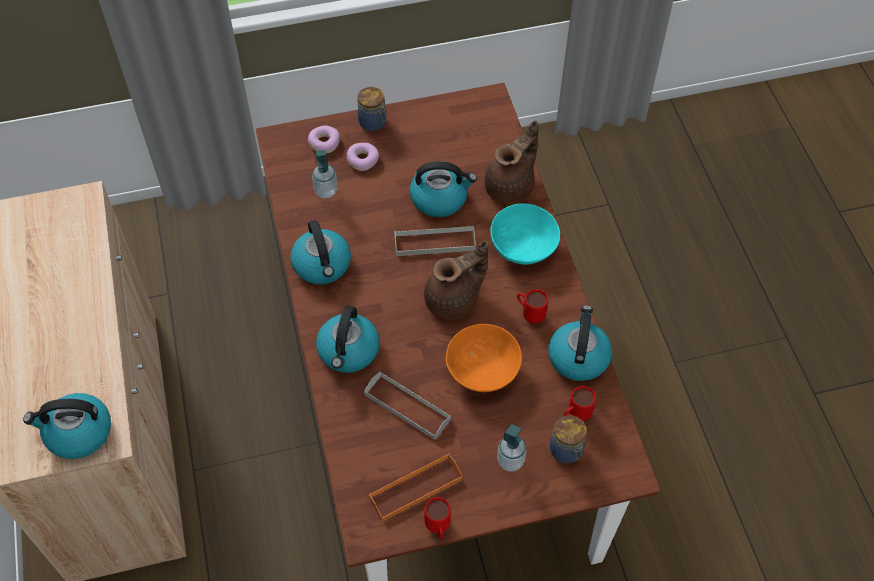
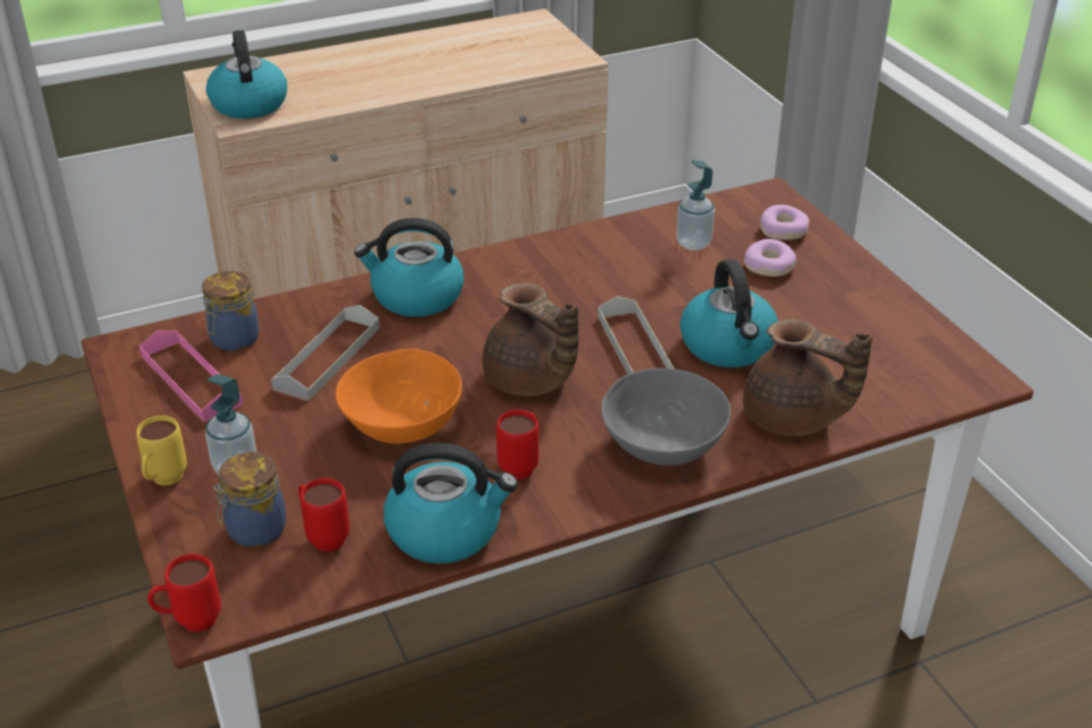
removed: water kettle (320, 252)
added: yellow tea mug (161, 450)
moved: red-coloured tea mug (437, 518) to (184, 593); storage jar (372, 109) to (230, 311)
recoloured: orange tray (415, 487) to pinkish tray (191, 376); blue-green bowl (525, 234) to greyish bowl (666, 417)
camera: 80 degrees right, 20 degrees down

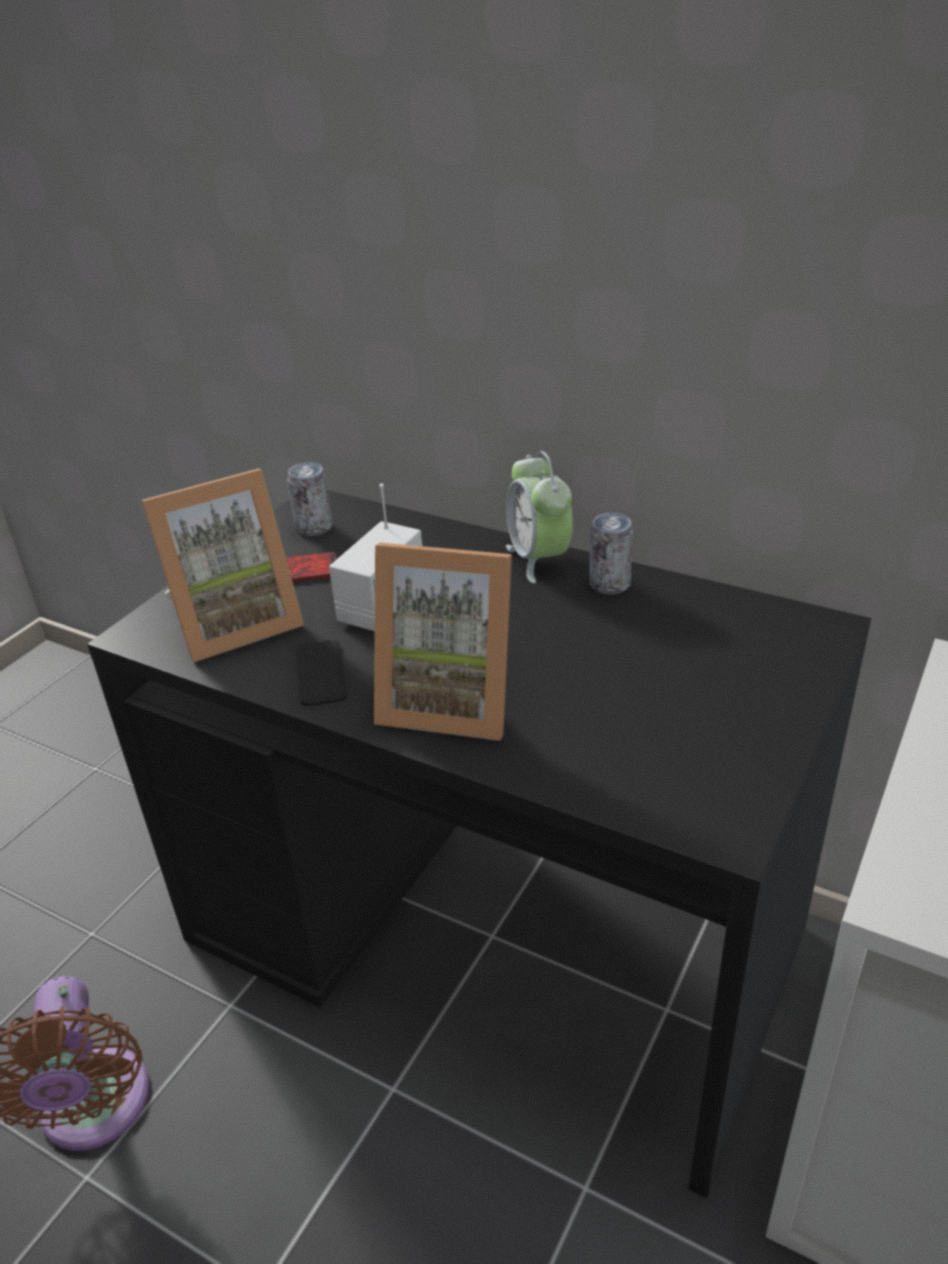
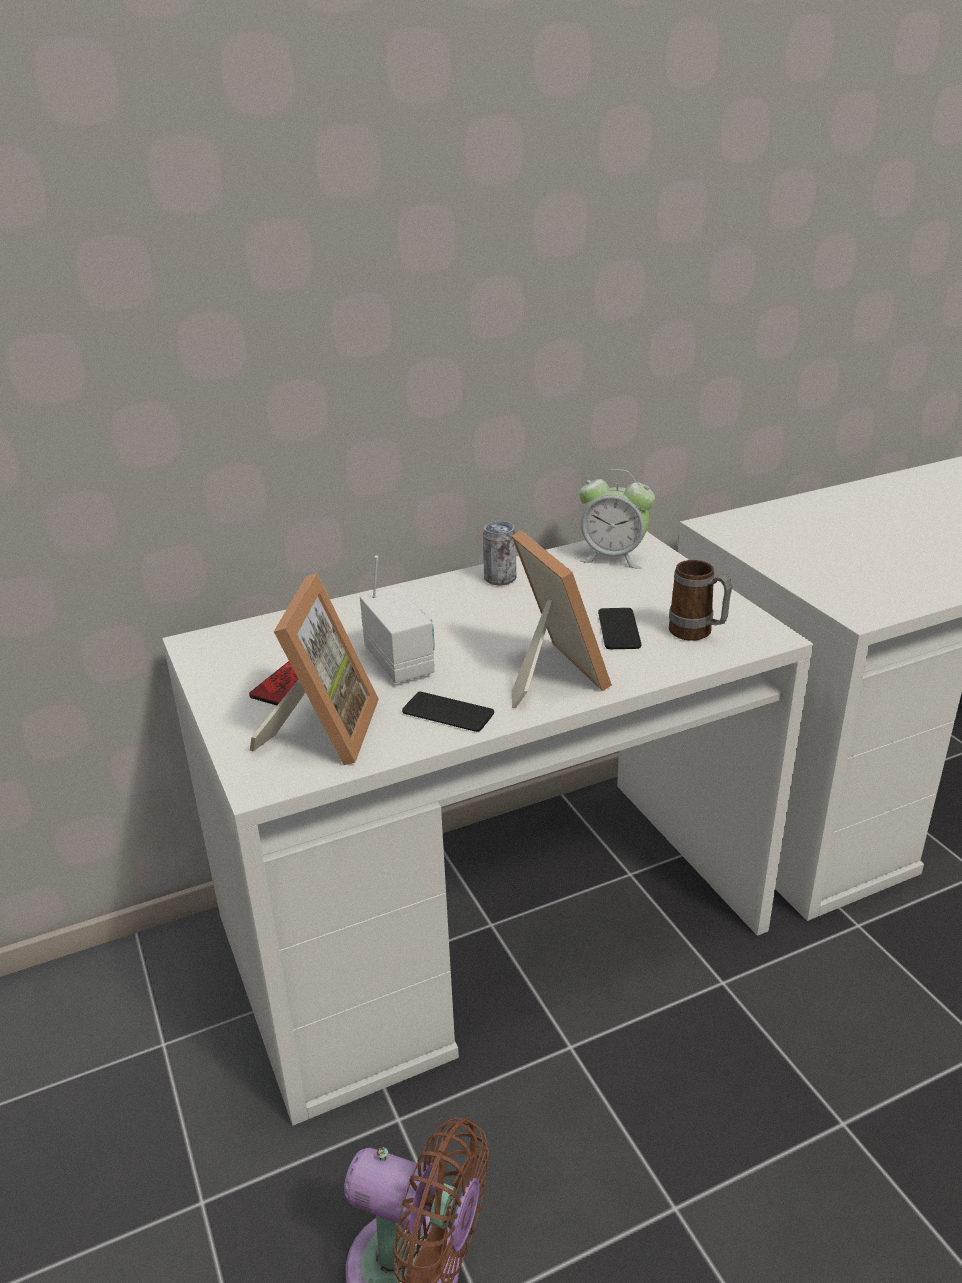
removed: metal can (309, 499)
added: telephone (619, 628); tea mug (700, 600)
moved: table clock (539, 517) to (617, 519)
recoloured: black-coloured desk (479, 844) to white desk (487, 828)
turned: standing frame (443, 642) = (562, 619) 75 degrees counterclockwise
camera: 55 degrees left, 5 degrees down

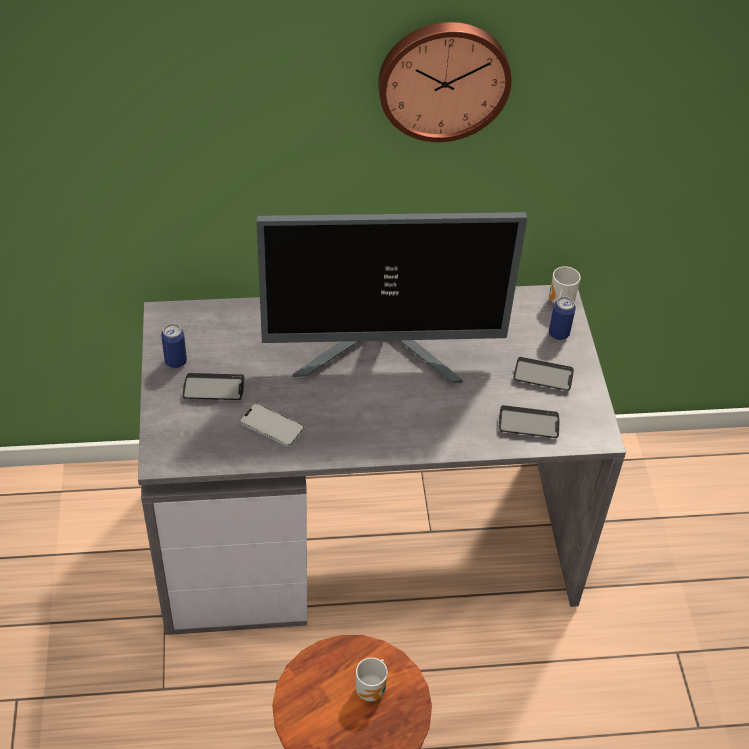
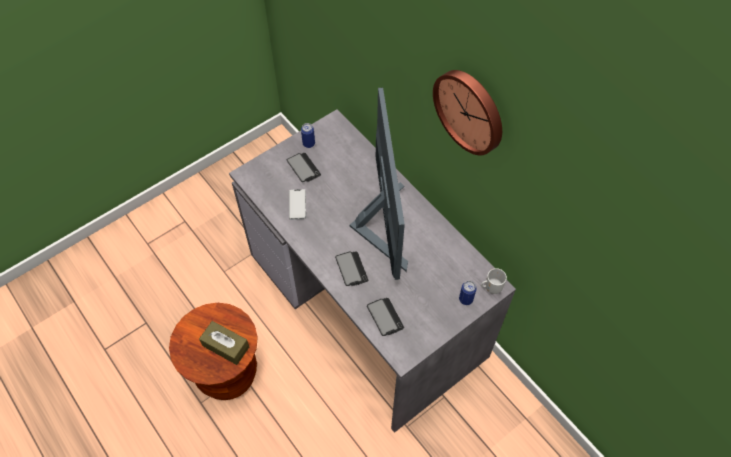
moved: telephone (544, 374) to (351, 268)
replaced: tea mug (372, 679) to brown tissue holder (224, 343)
turned: monitor (391, 297) = (378, 184) 150 degrees counterclockwise
camera: 60 degrees right, 10 degrees up

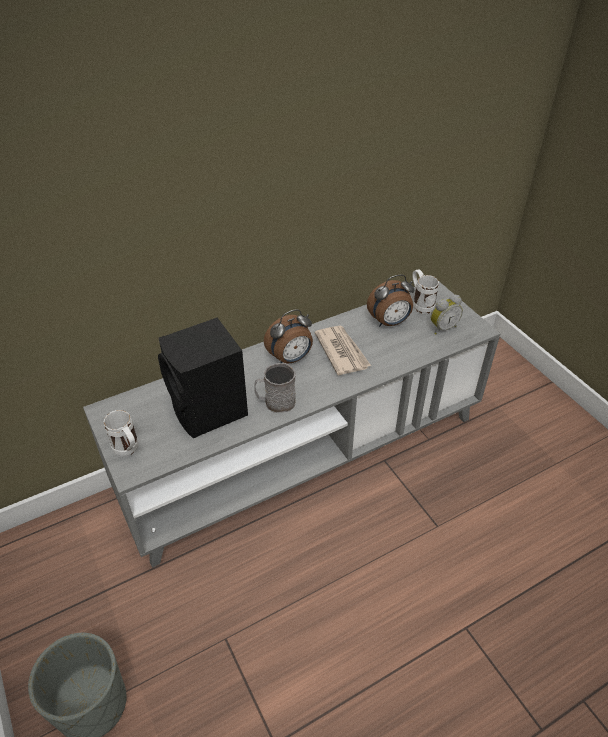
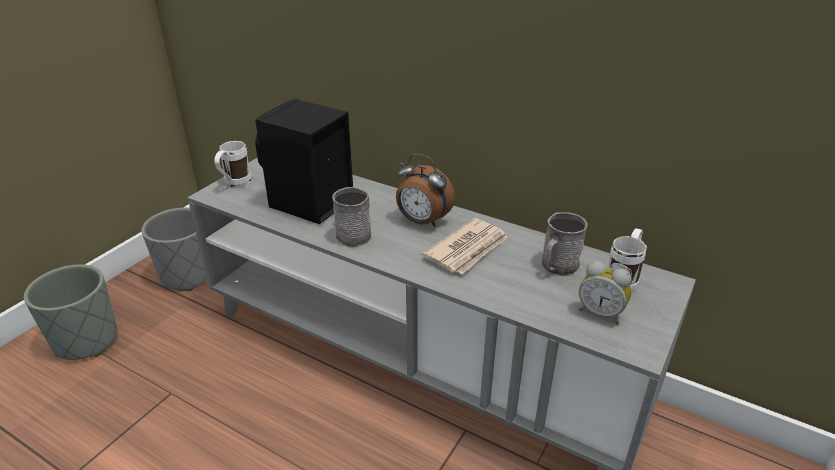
added: greyish flower pot (174, 249)
replaced: table clock (390, 300) to greyish tea mug (565, 244)
camera: 60 degrees right, 10 degrees down

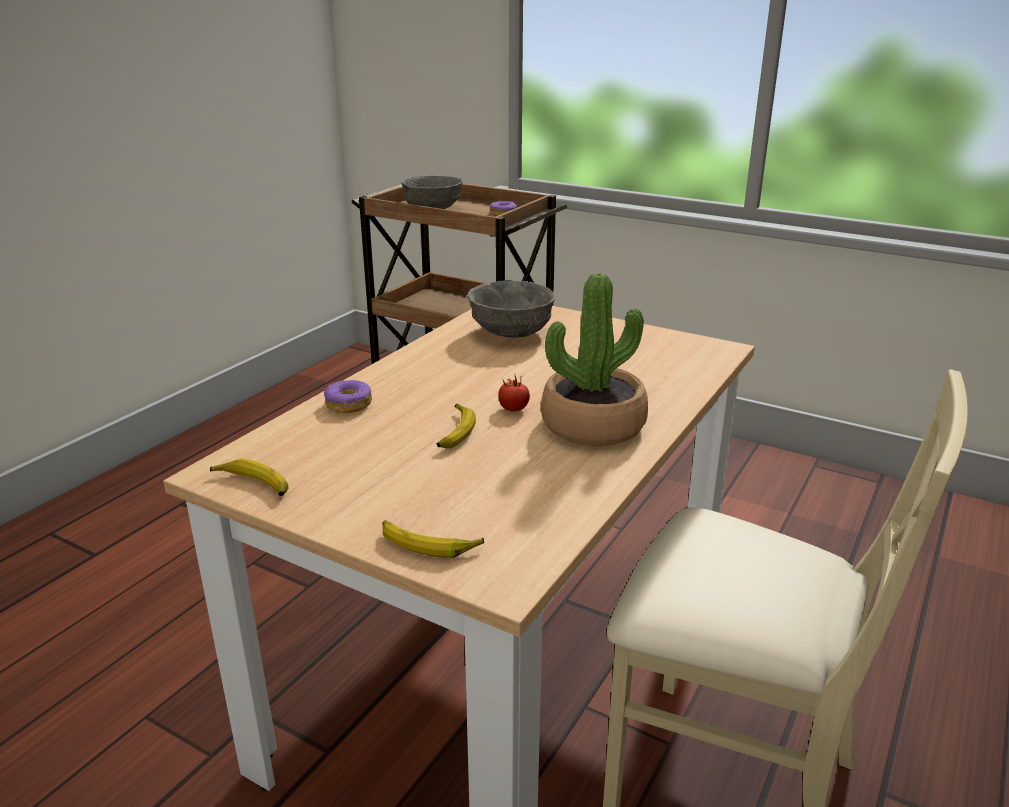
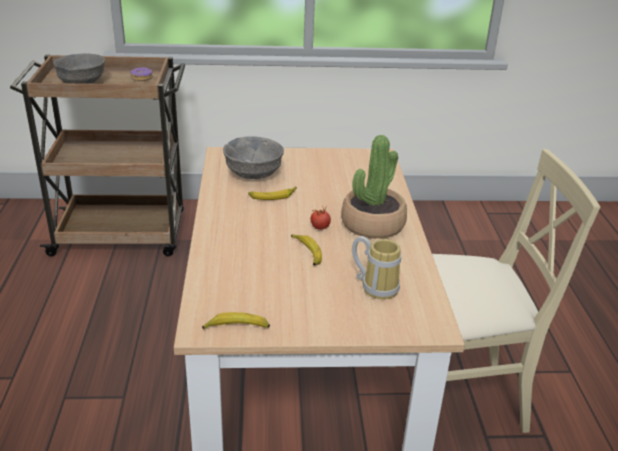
removed: donut (348, 396)
added: tea mug (376, 267)
moved: banana (433, 539) to (272, 193)
camera: 35 degrees left, 5 degrees up

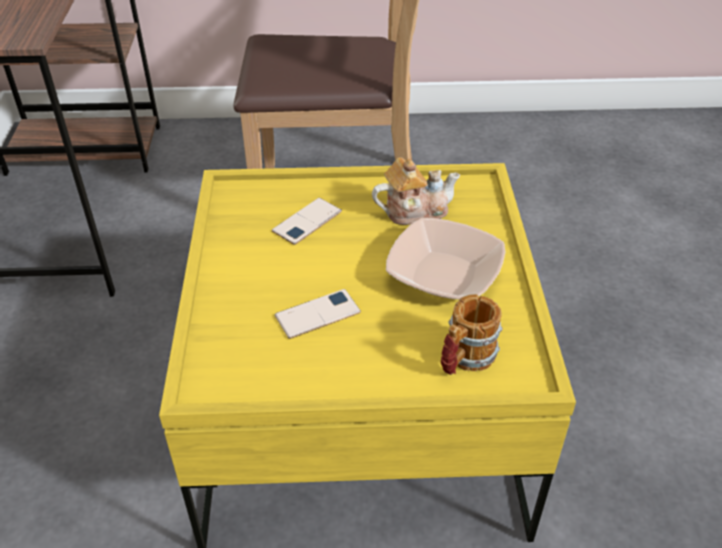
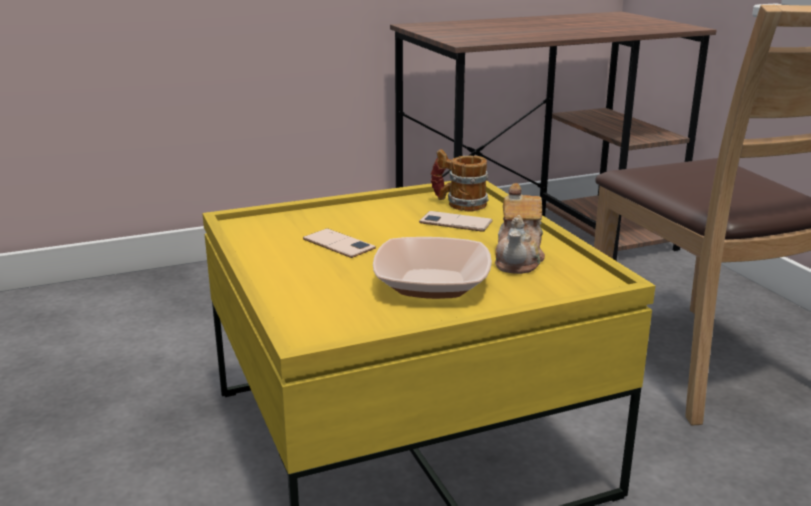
moved: tea mug (472, 334) to (460, 180)
turned: tea pot (416, 191) = (520, 228) 45 degrees clockwise
camera: 70 degrees right, 20 degrees down

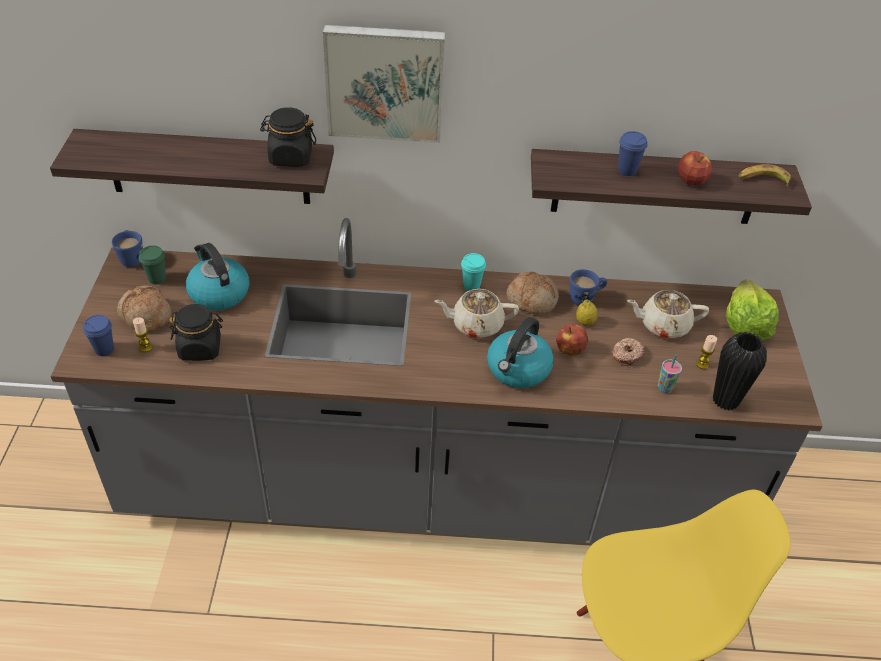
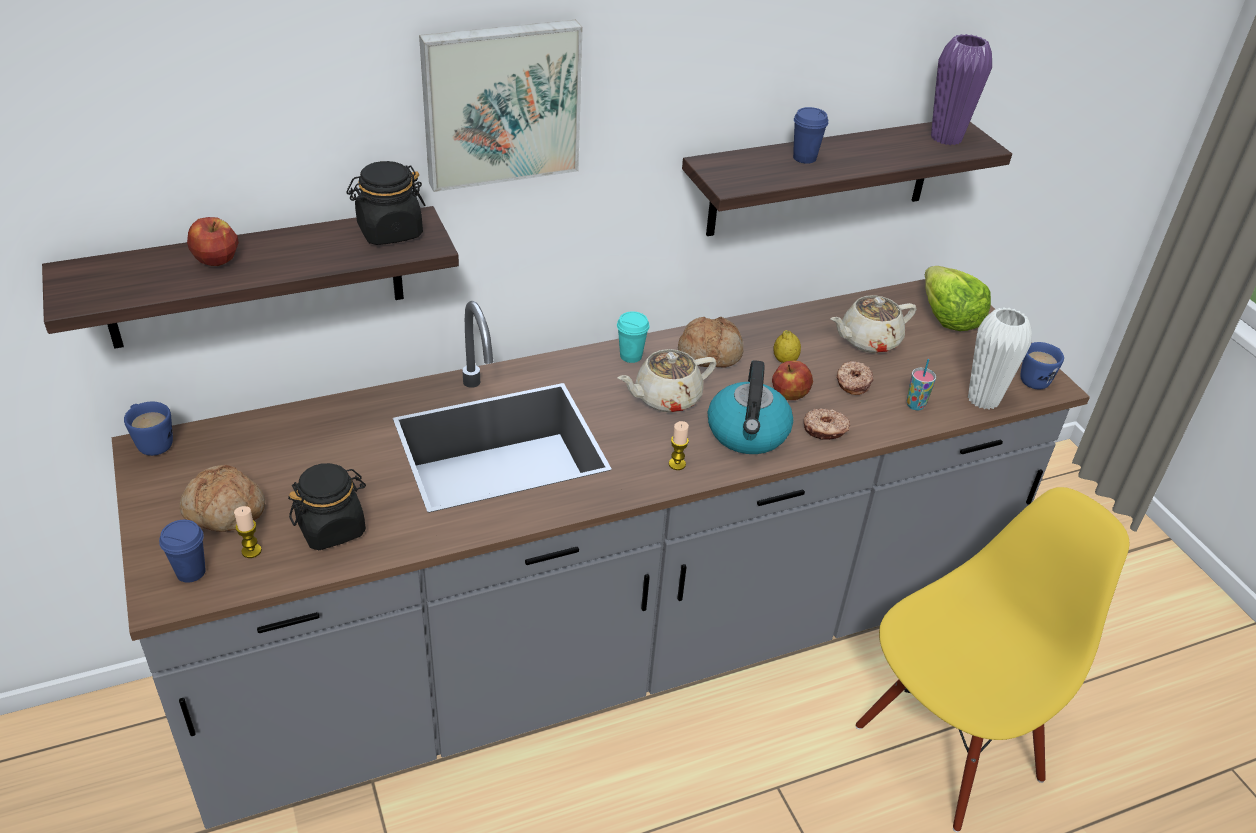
removed: green drinking cup (152, 265); water kettle (217, 277)
added: donut (827, 424)
moved: apple fruit (695, 168) to (213, 241); candle (706, 352) to (679, 445); blue-coloured tea mug (588, 287) to (1042, 365)
replaced: banana (765, 175) to purple vase (961, 89)
recoloured: black-coloured vase (740, 371) to white vase (1000, 358)
camera: 25 degrees left, 5 degrees down

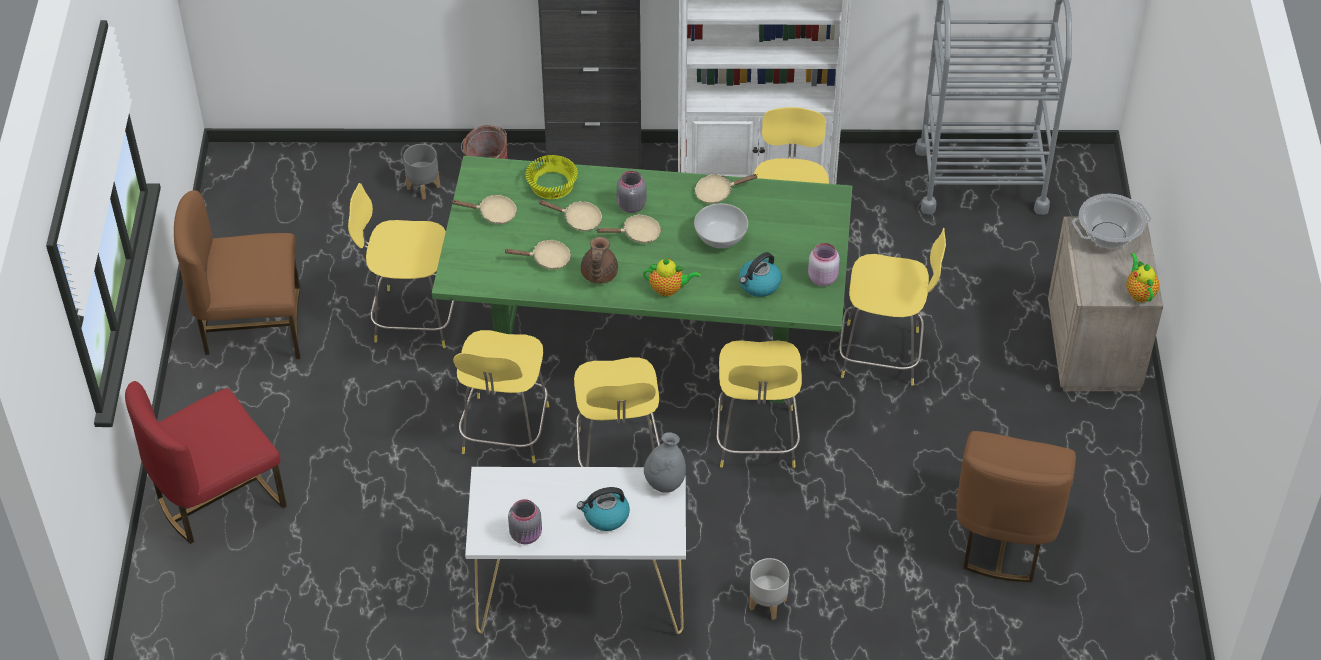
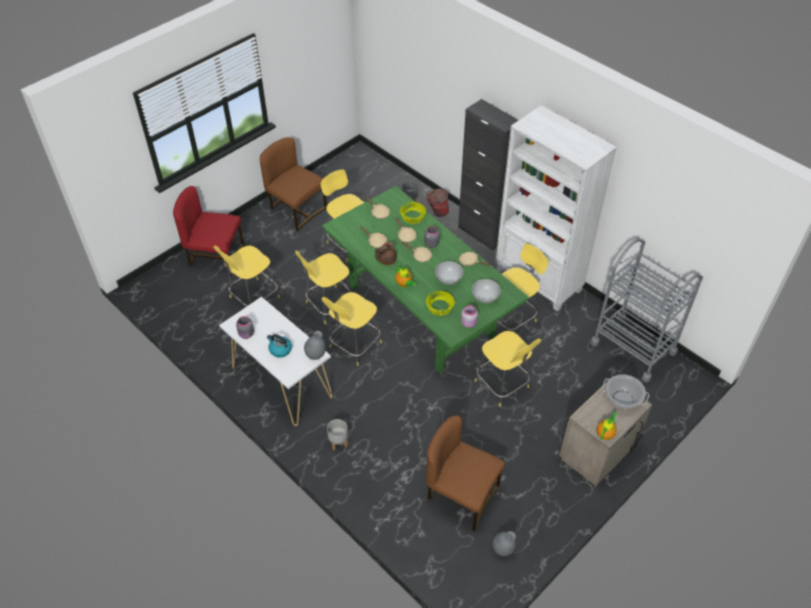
added: white bowl (486, 291); greyish vase (504, 543)
moved: yellow stool seat (759, 404) to (247, 276)
replaced: water kettle (760, 274) to yellow bowl (440, 303)
turned: brown plain chair (1016, 506) = (465, 473) 60 degrees clockwise
camera: 45 degrees right, 0 degrees up

